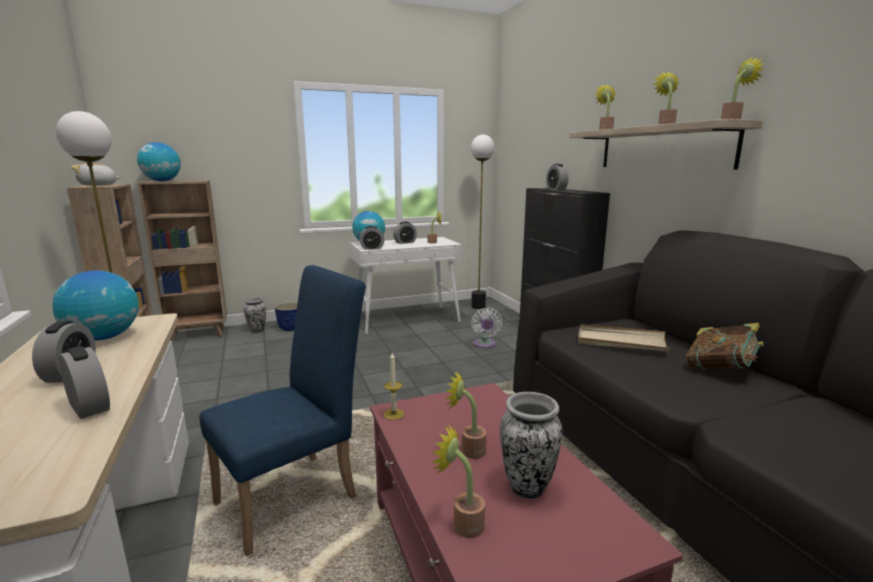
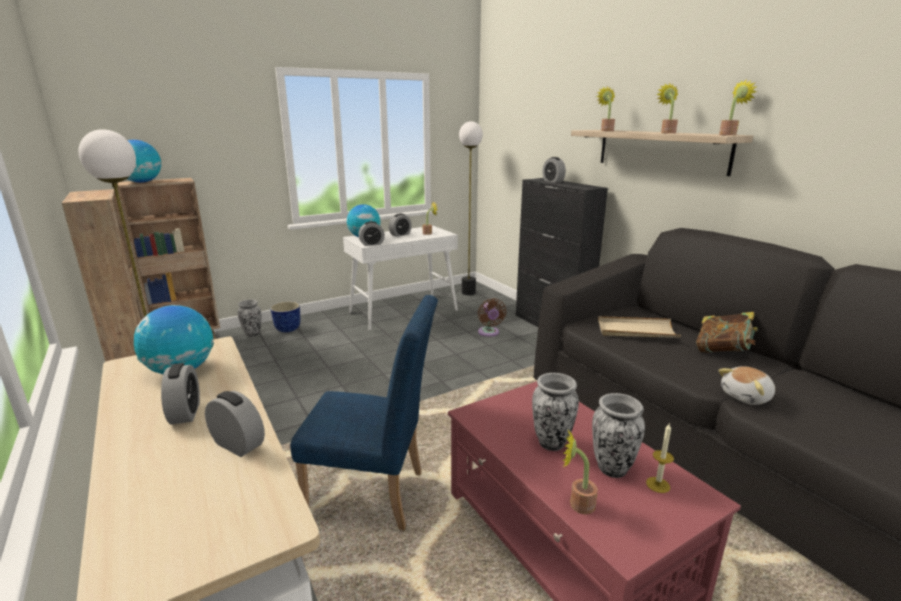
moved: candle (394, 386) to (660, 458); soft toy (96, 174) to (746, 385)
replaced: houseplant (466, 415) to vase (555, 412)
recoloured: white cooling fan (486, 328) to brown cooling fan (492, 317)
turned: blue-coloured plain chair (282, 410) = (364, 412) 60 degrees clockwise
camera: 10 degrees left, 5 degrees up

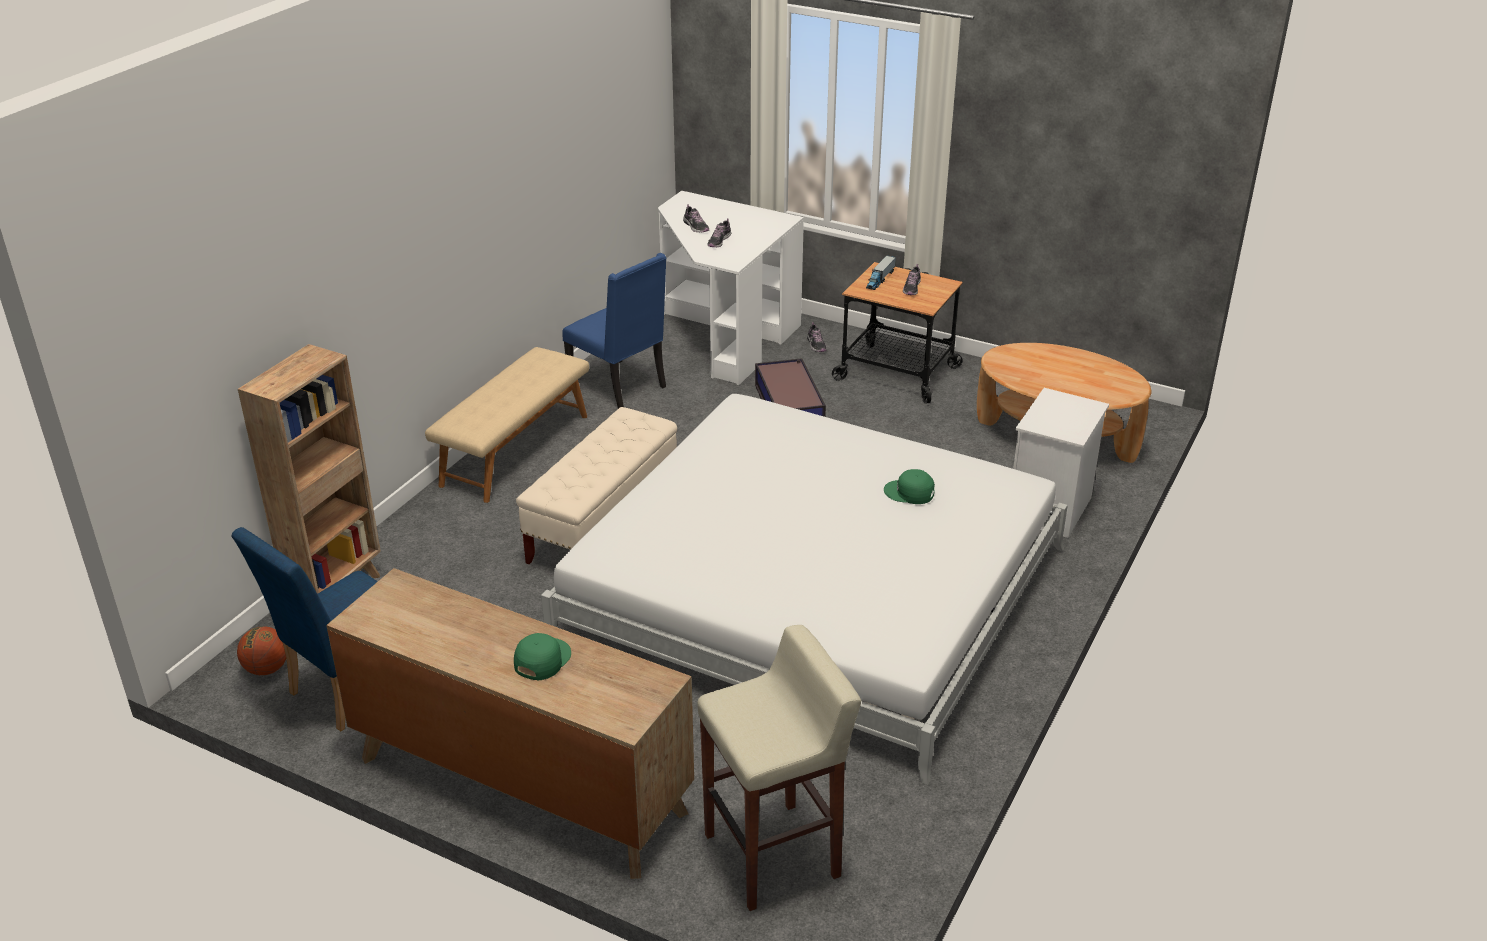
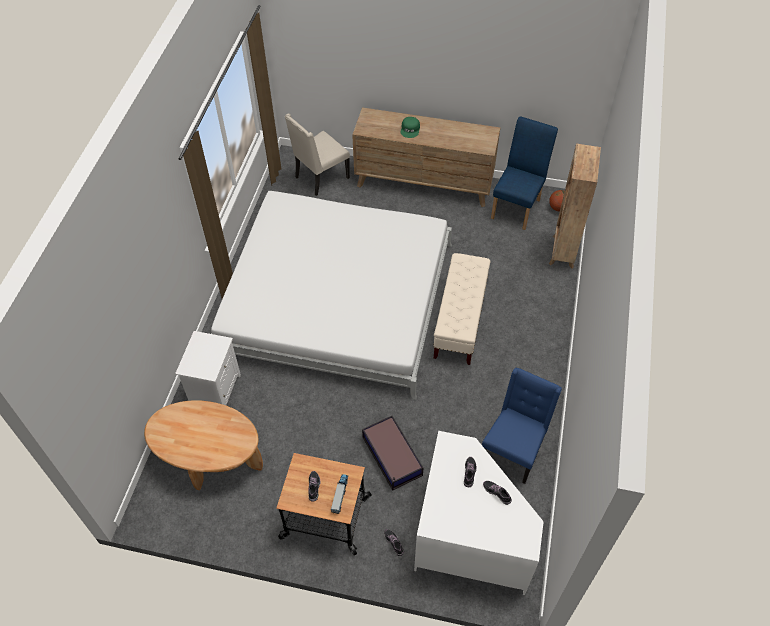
removed: sand-coloured bench (507, 425); green peaked cap (909, 486)
replaced: sand-coloured stool seat (779, 768) to sand-coloured plain chair (317, 154)
turned: blue-coloured plain chair (614, 331) = (522, 426) 90 degrees clockwise
camera: 165 degrees right, 20 degrees up

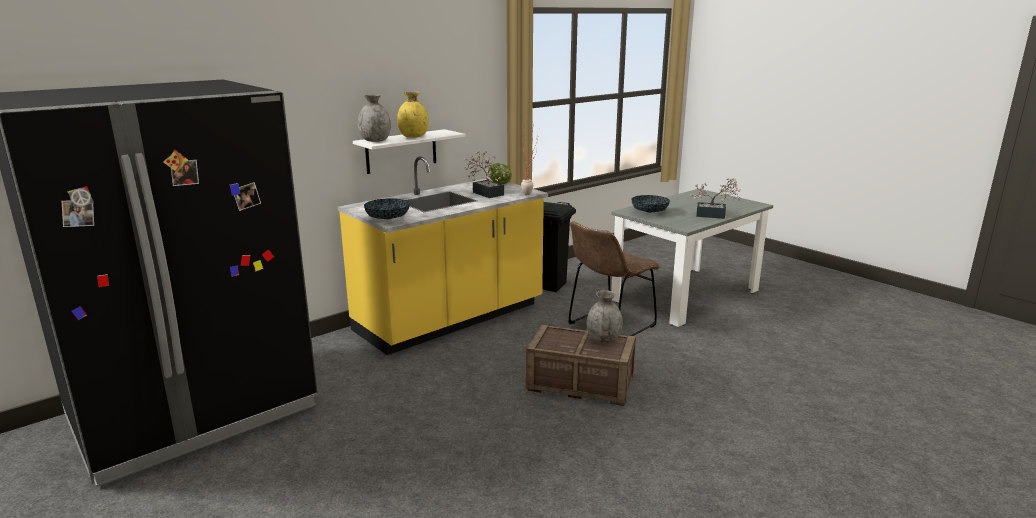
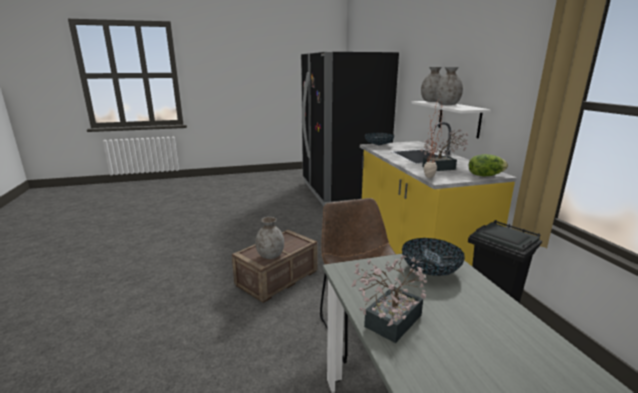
recoloured: yellow vase (413, 115) to greyish vase (449, 86)
camera: 115 degrees right, 0 degrees up

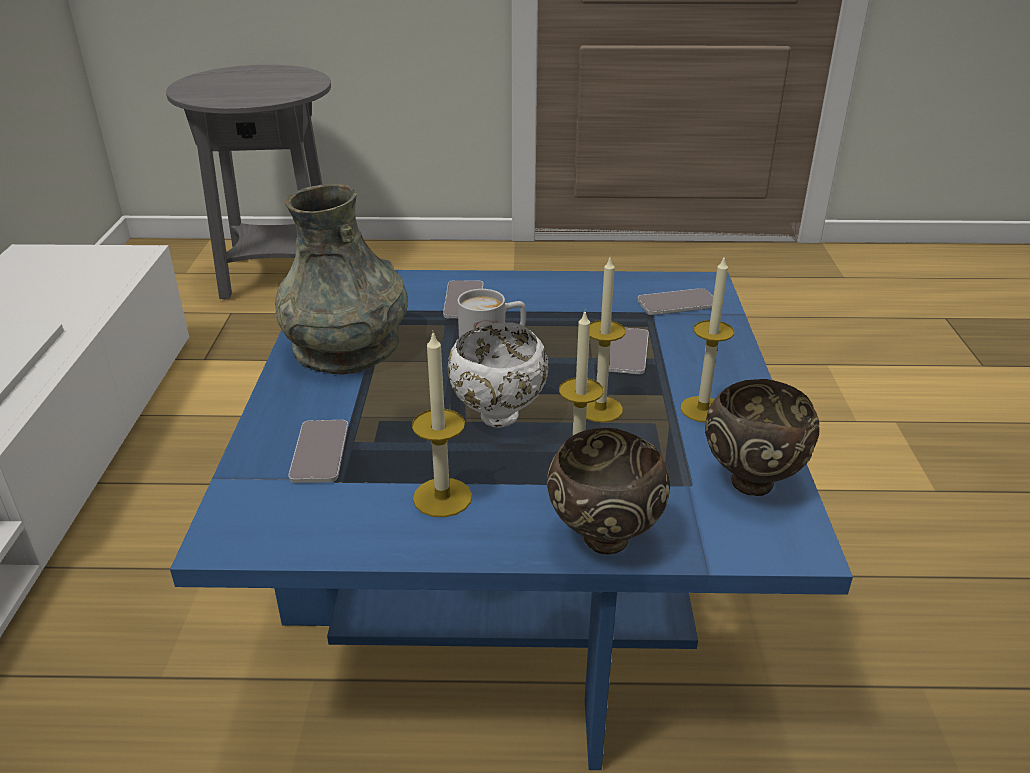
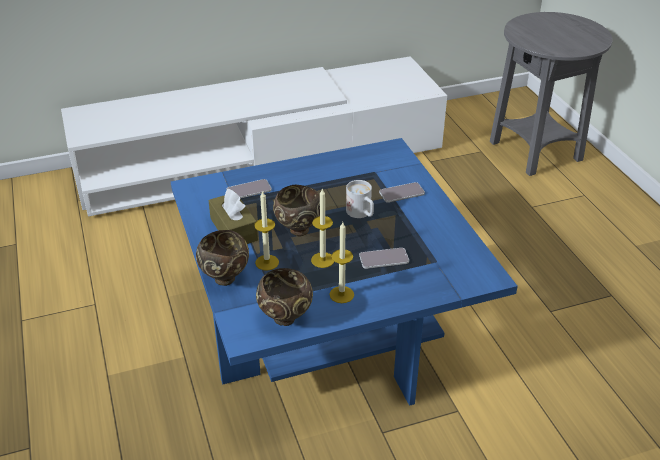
removed: greyish vase (341, 279); telephone (675, 301)
replaced: candle (442, 423) to brown tissue holder (233, 216)
recoloured: white bowl (498, 375) to brown bowl (296, 210)
camera: 70 degrees right, 5 degrees up

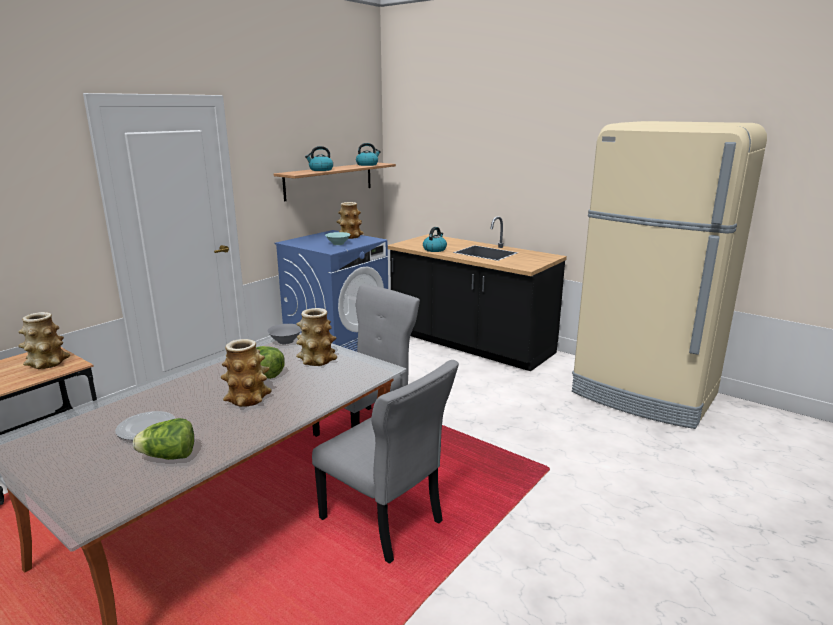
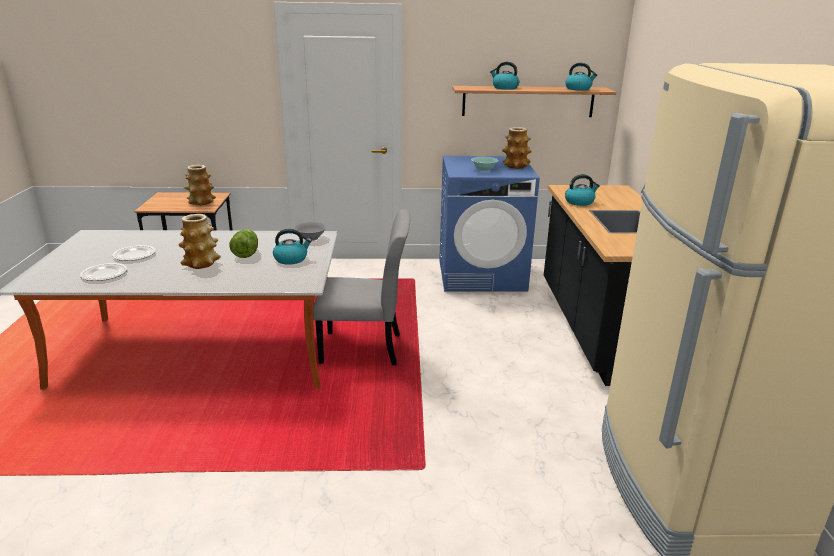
removed: greyish plain chair (385, 462)
replaced: head of lettuce (163, 439) to dinner plate (103, 272); vase (316, 337) to water kettle (292, 247)
camera: 50 degrees right, 5 degrees up

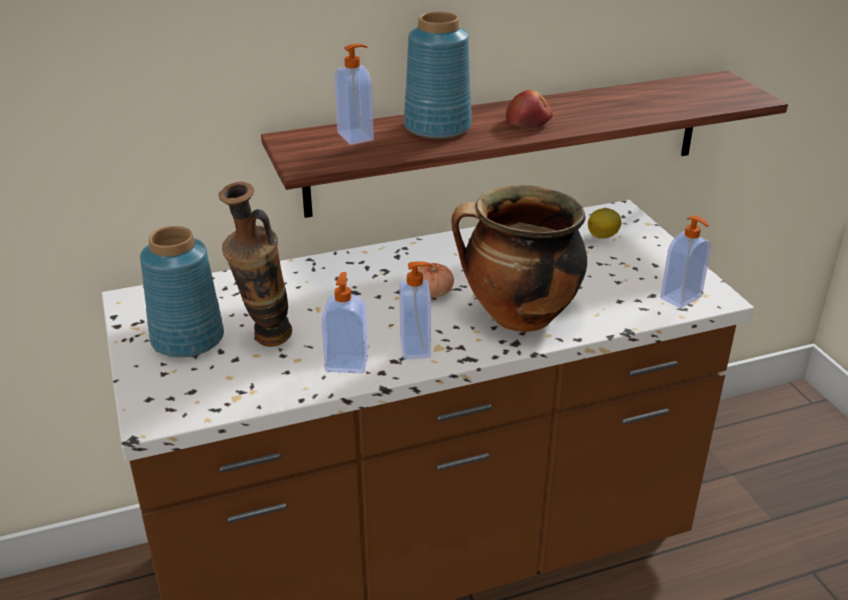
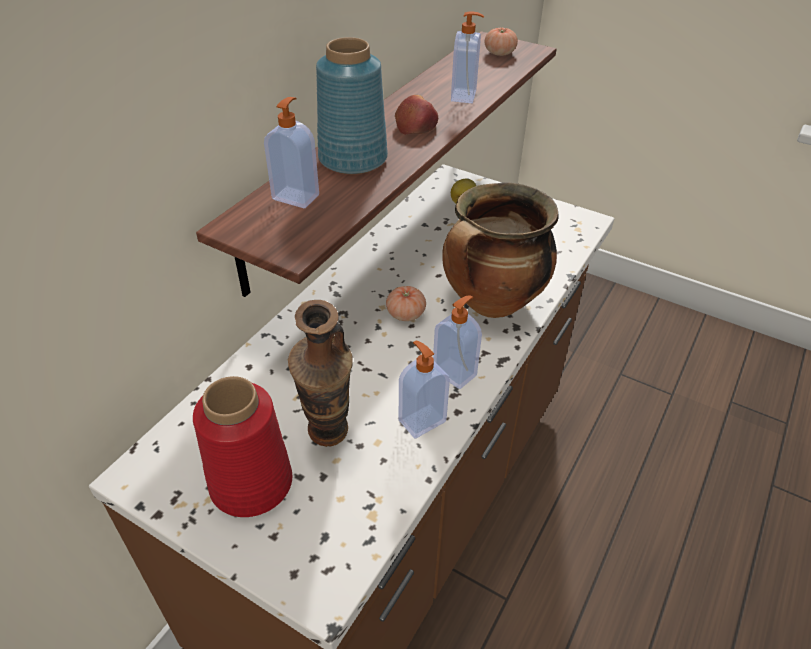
added: fresh tomato (501, 42)
moved: soap dispenser (685, 261) to (467, 57)
recoloured: blue-coloured vase (182, 292) to red-coloured vase (242, 446)
camera: 40 degrees left, 10 degrees up

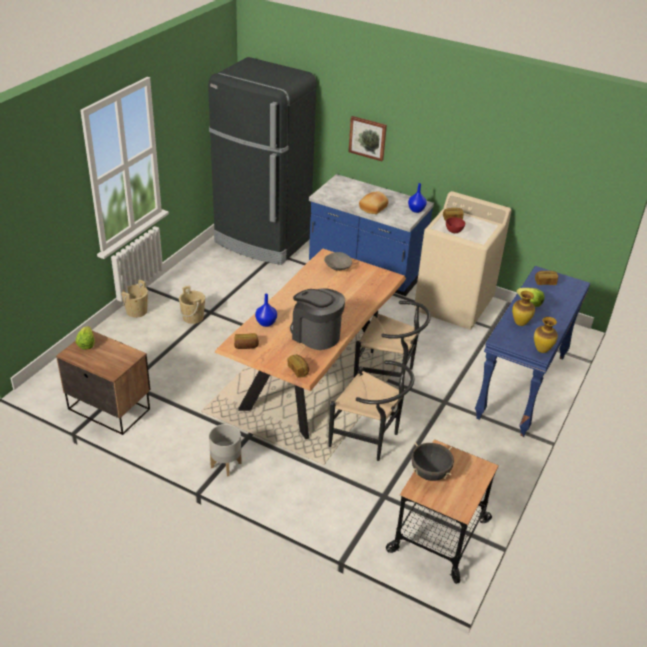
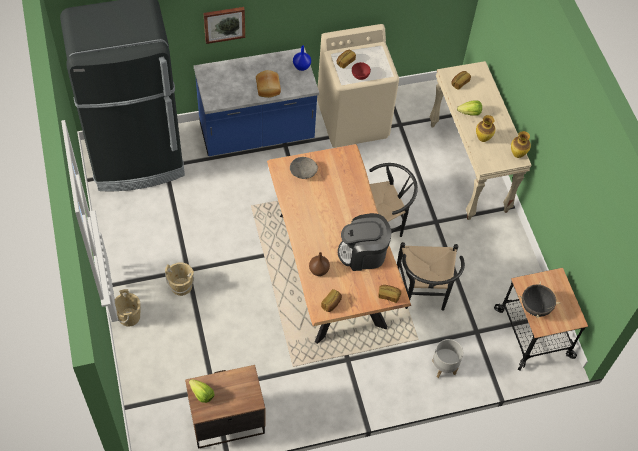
moved: greyish flower pot (225, 450) to (447, 358)
recoloured: blue-coloured vase (266, 310) to brown vase (319, 264); blue-coloured hall table (533, 351) to sand-coloured hall table (480, 140)
turned: black-coloured plain chair (372, 410) = (431, 276) 105 degrees clockwise
camera: 45 degrees left, 20 degrees up

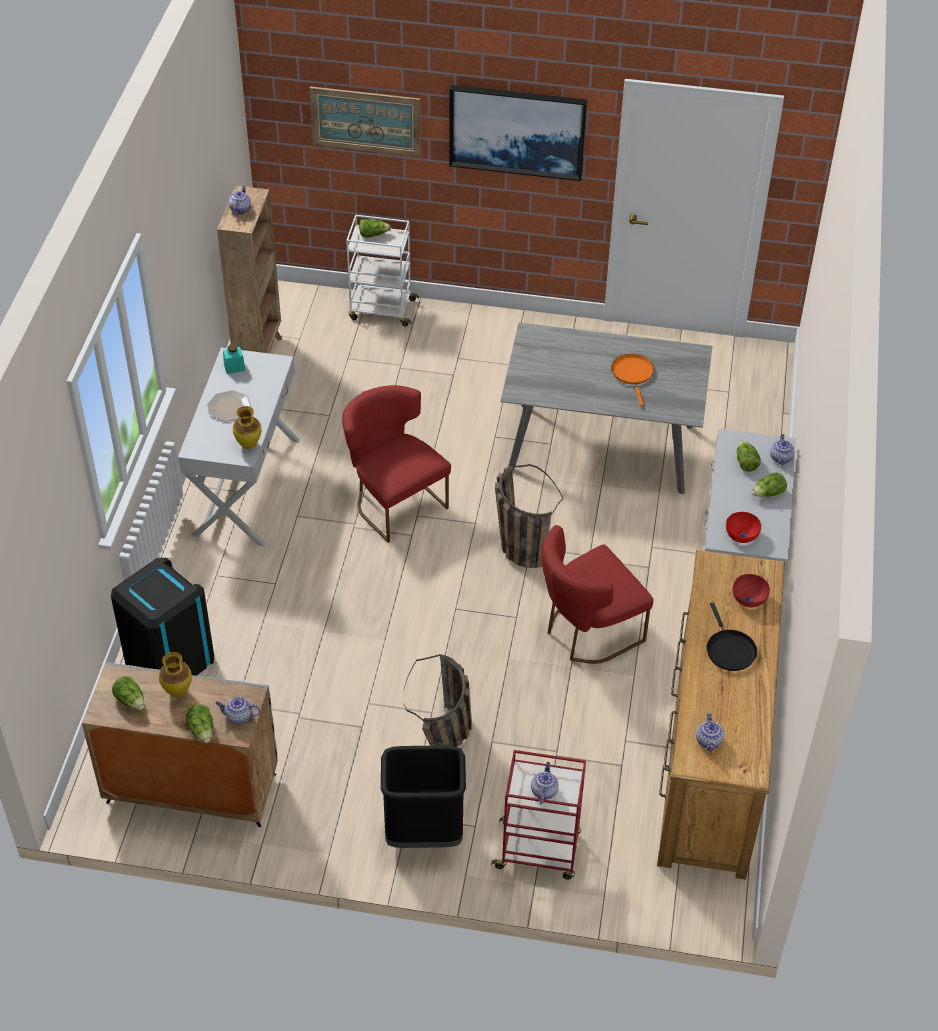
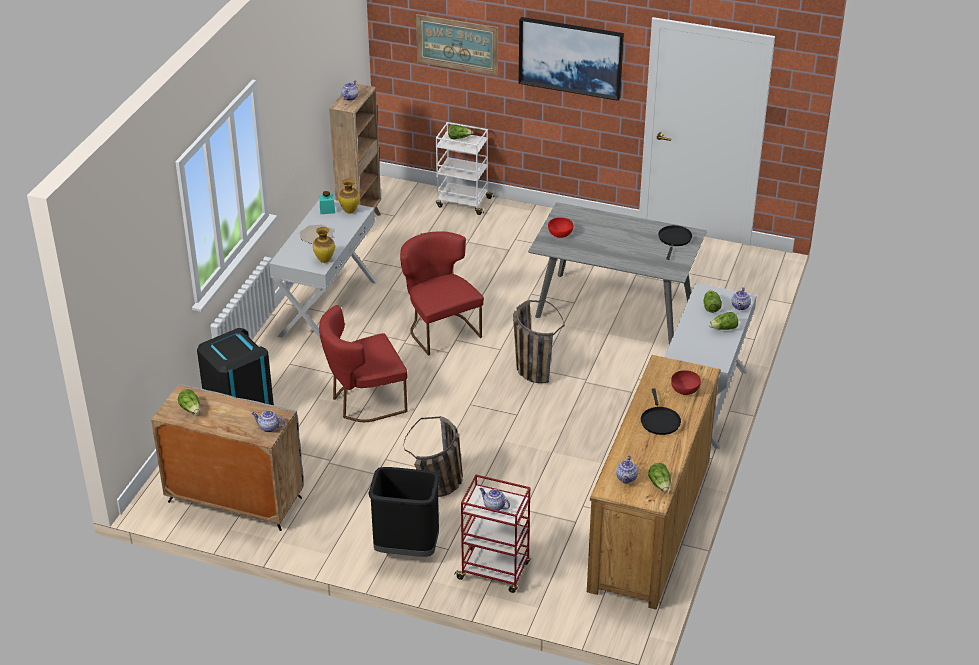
removed: orange pan (632, 380)
added: black-coloured pan (675, 242)
moved: red-coloured plain chair (597, 594) to (363, 363); vase (175, 674) to (349, 196); red-coloured bowl (743, 527) to (560, 228); head of lettuce (199, 723) to (659, 477)
turned: tea pot (545, 783) = (495, 500) 75 degrees counterclockwise
camera: 10 degrees right, 10 degrees down

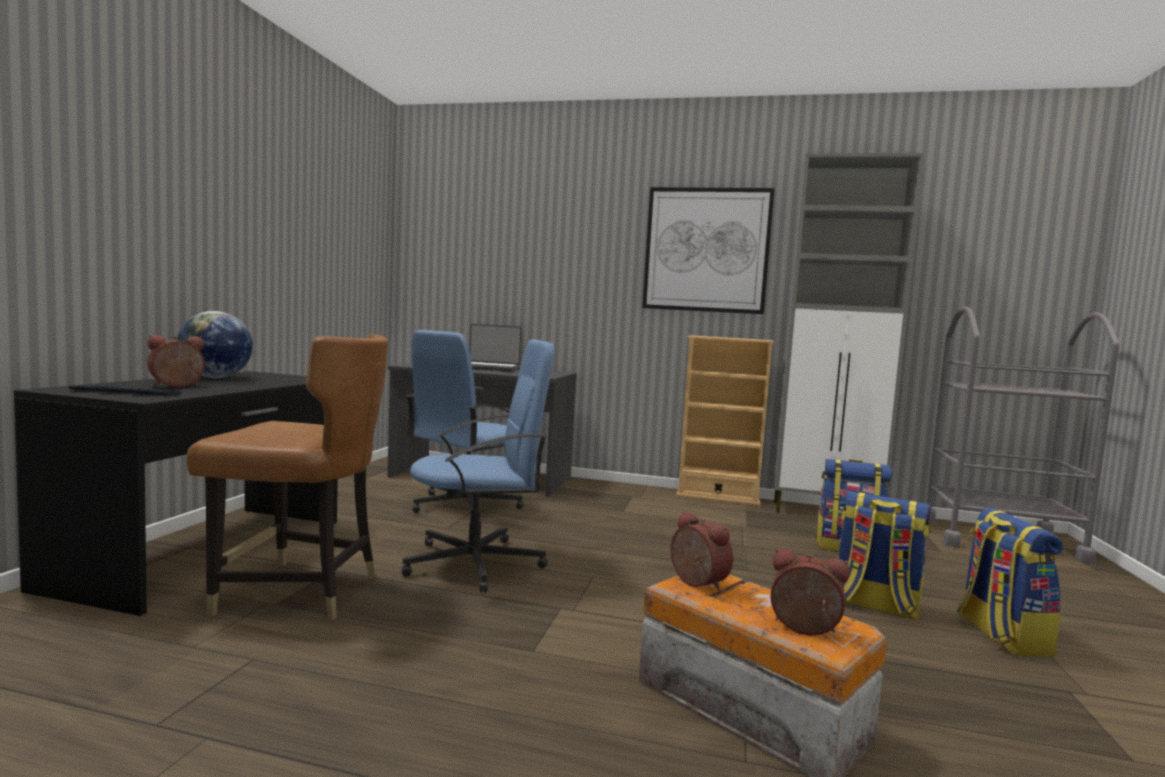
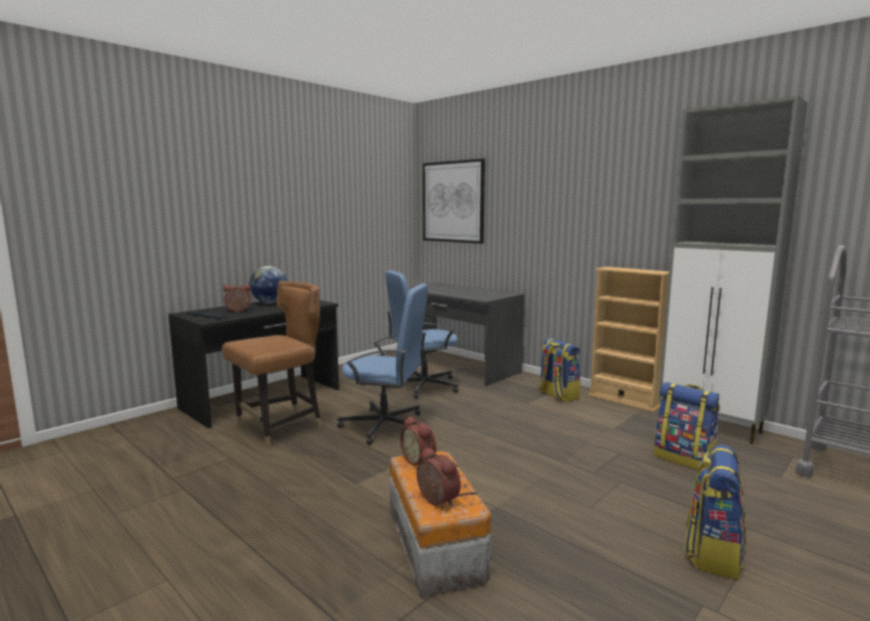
removed: notebook computer (495, 348)
moved: wall picture (708, 250) to (454, 201); backpack (884, 555) to (559, 370)
turned: brown plain chair (287, 477) = (272, 364) 75 degrees counterclockwise; table clock (702, 551) = (418, 440) 150 degrees clockwise
camera: 30 degrees right, 5 degrees up

